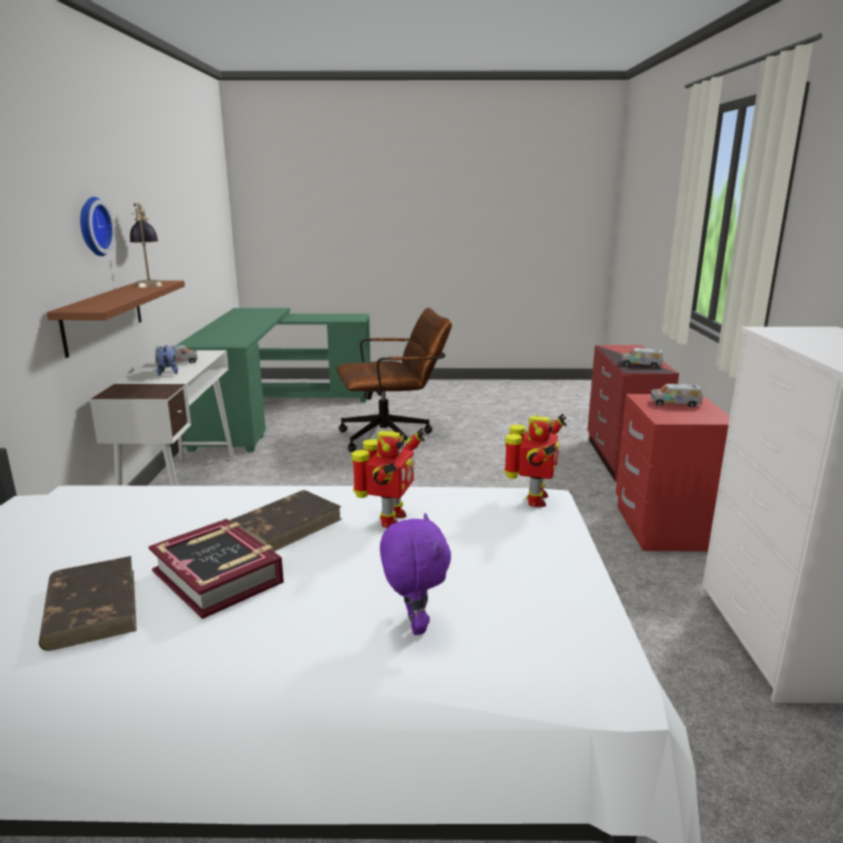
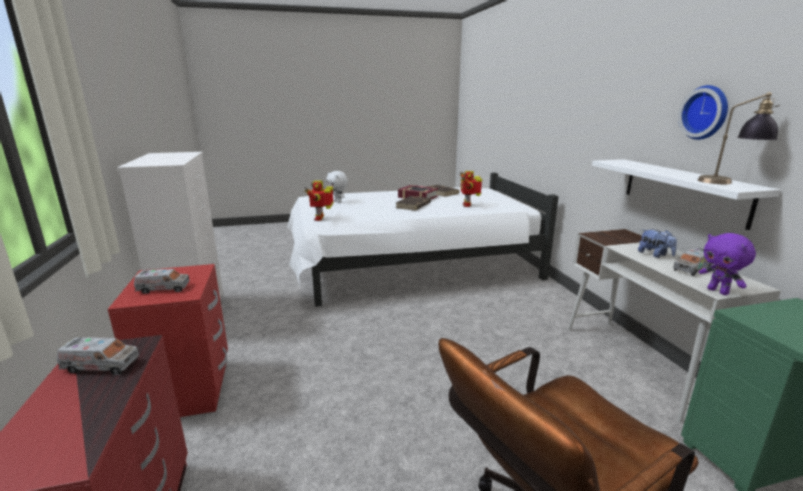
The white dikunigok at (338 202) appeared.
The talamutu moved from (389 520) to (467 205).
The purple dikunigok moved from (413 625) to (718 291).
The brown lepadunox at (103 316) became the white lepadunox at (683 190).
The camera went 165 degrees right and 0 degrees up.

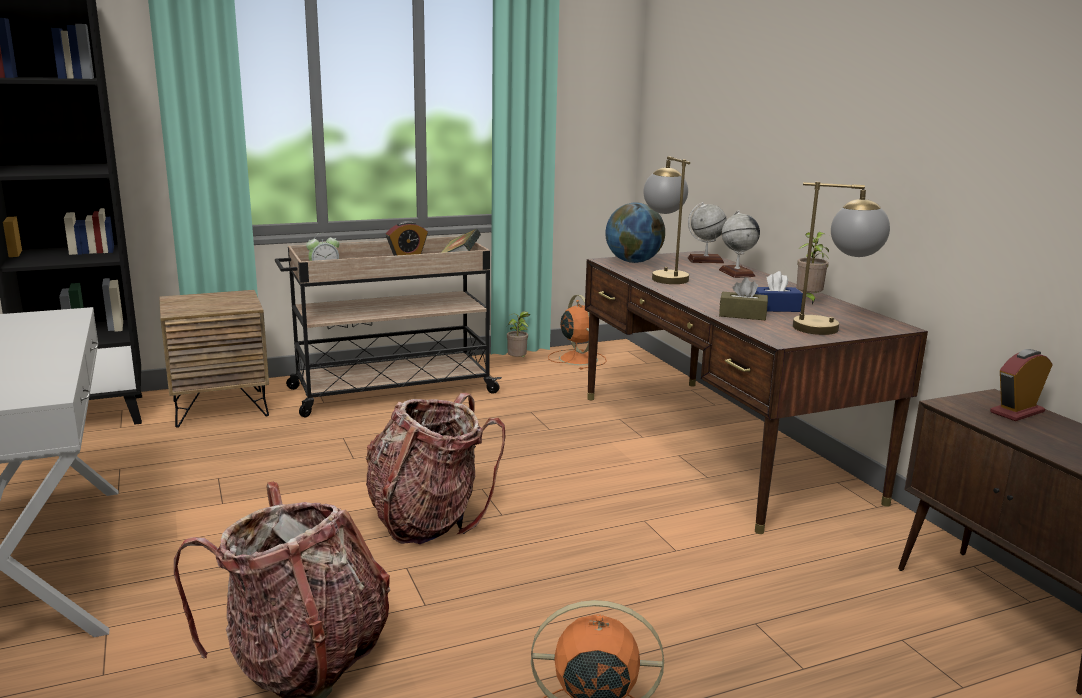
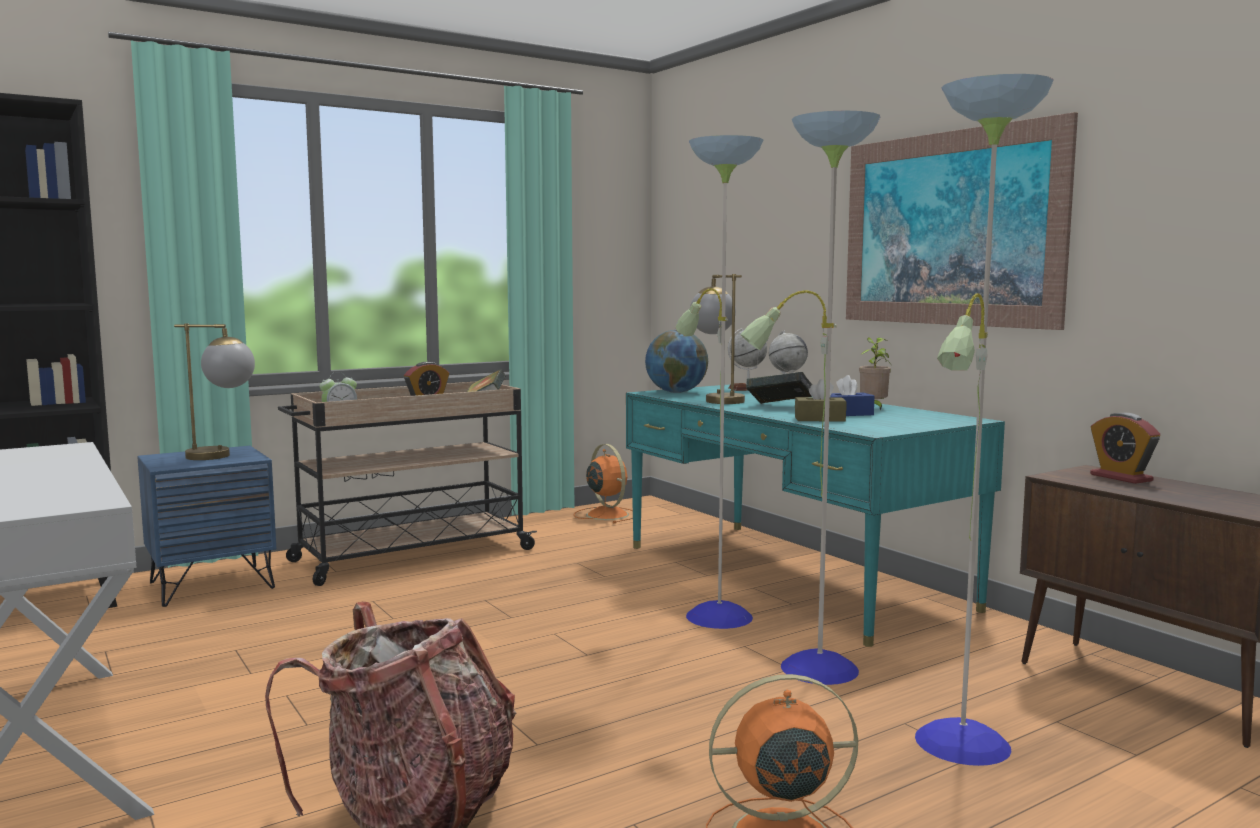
The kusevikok at (427 519) disappeared.
The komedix at (518 361) disappeared.
The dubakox at (814 669) appeared.
The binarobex at (779 406) appeared.
The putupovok at (948 229) appeared.
The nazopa moved from (832 329) to (223 456).
The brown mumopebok at (220 408) became the blue mumopebok at (212 585).
The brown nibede at (719 445) became the turquoise nibede at (790 576).
The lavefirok at (1017 412) turned 75 degrees counterclockwise.
The camera went 10 degrees left and 10 degrees down.

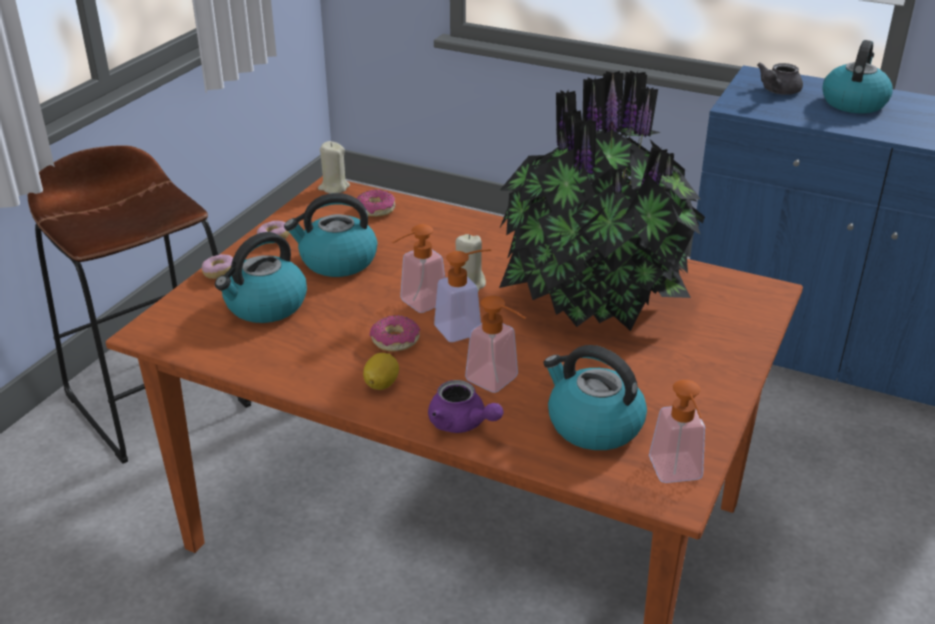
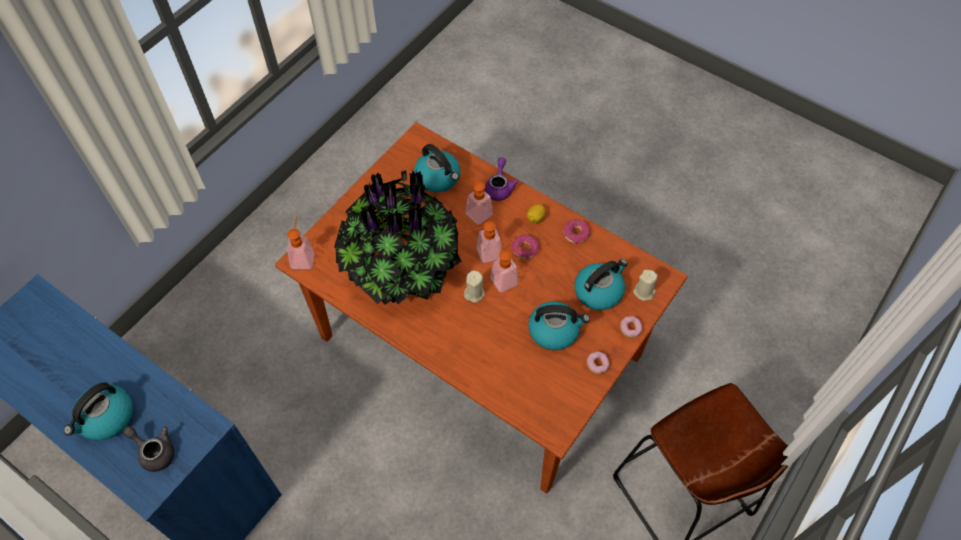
The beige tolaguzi moved from (334 187) to (644 292).
The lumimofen moved from (375 210) to (576 234).
The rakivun moved from (678 475) to (303 256).
The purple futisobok at (462 424) turned 45 degrees clockwise.
The grey futisobok at (777 91) turned 105 degrees counterclockwise.
The camera went 170 degrees left and 25 degrees up.

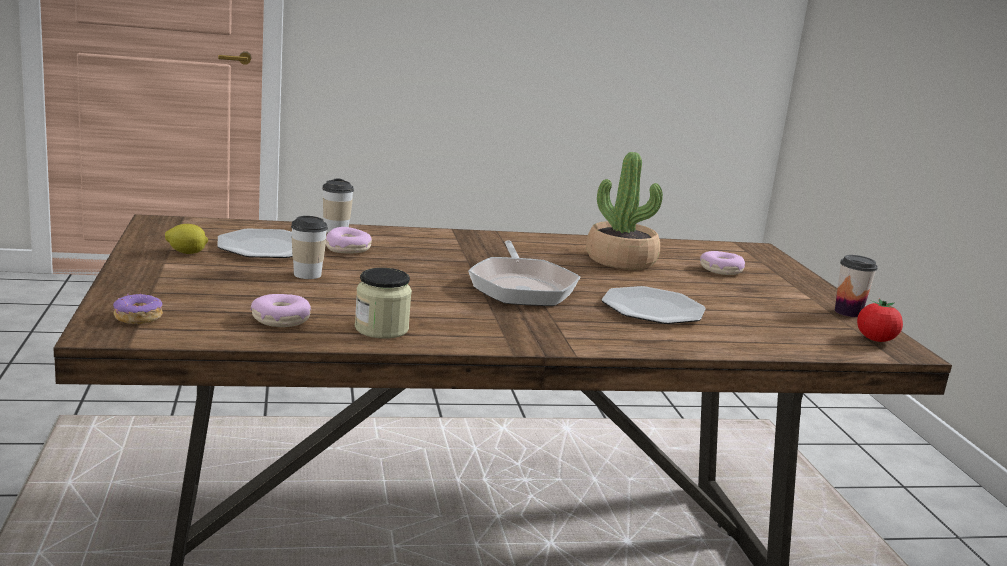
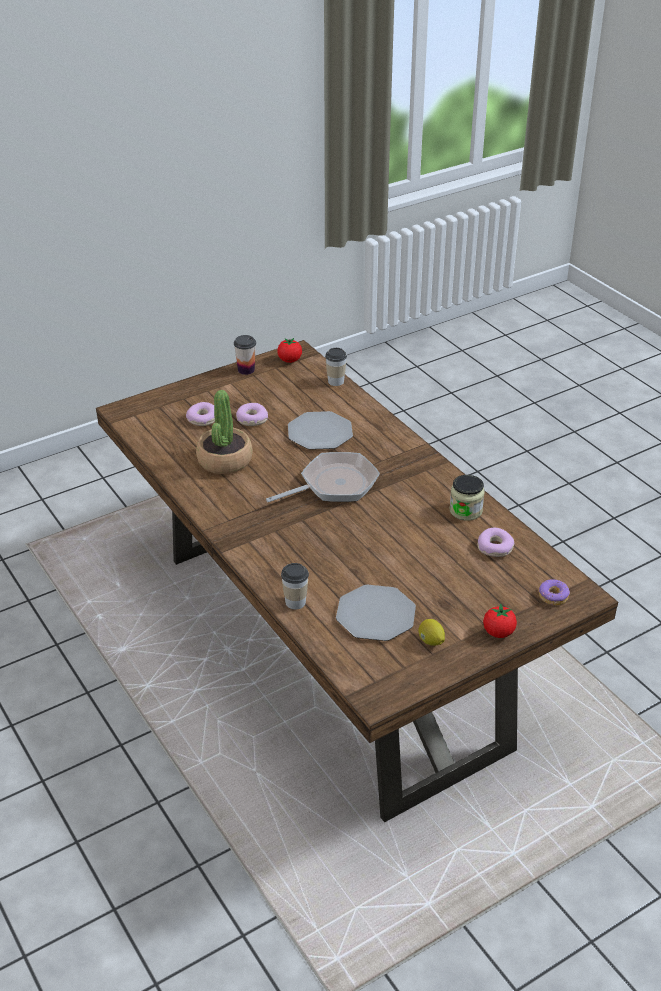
The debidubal at (498 632) appeared.
The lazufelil moved from (307 274) to (336 381).
The lumimofen moved from (348 249) to (251 419).
The camera went 110 degrees left and 20 degrees up.

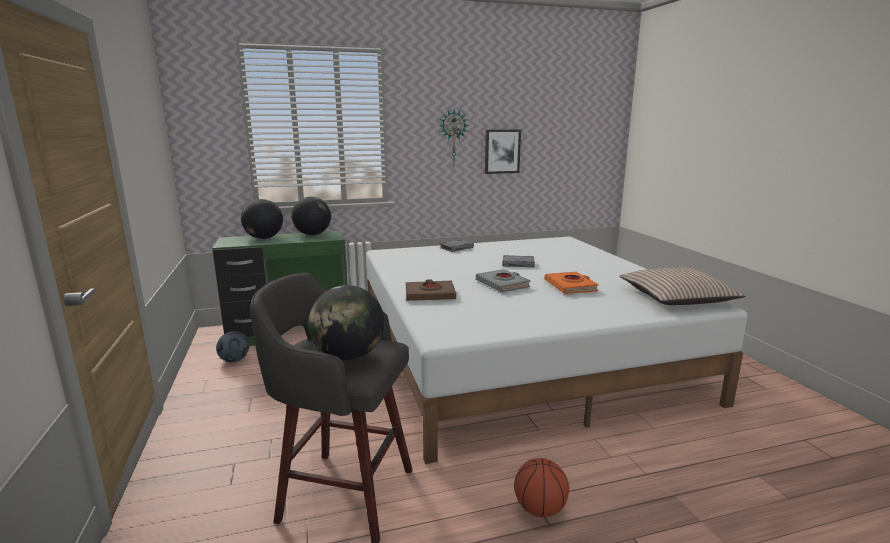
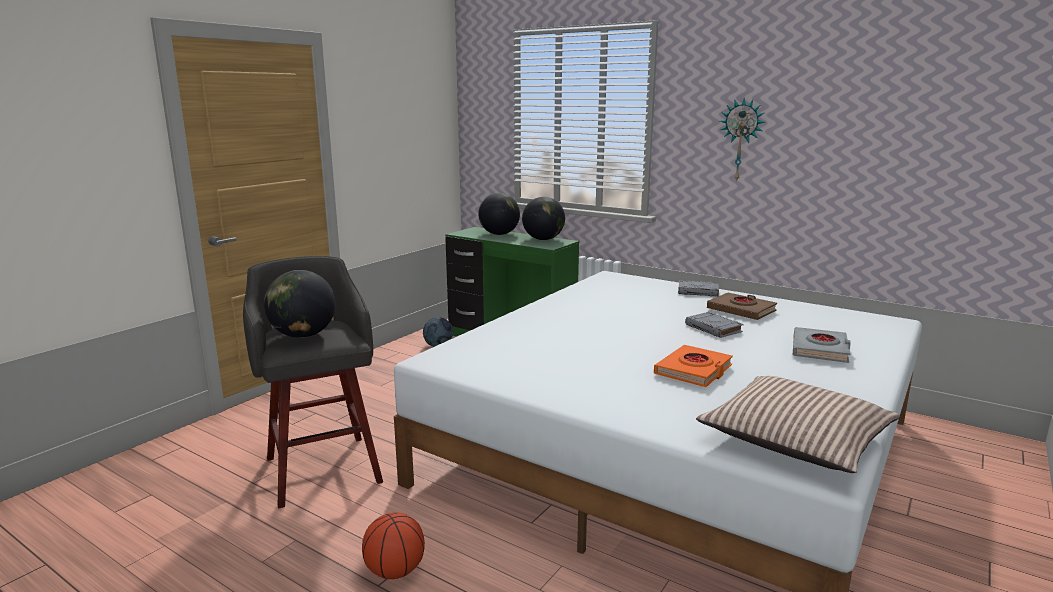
The putupovok at (502 151) disappeared.
The brown binarobex moved from (430 295) to (741 310).
The grey binarobex moved from (502 284) to (820 350).
The camera went 50 degrees right and 0 degrees up.

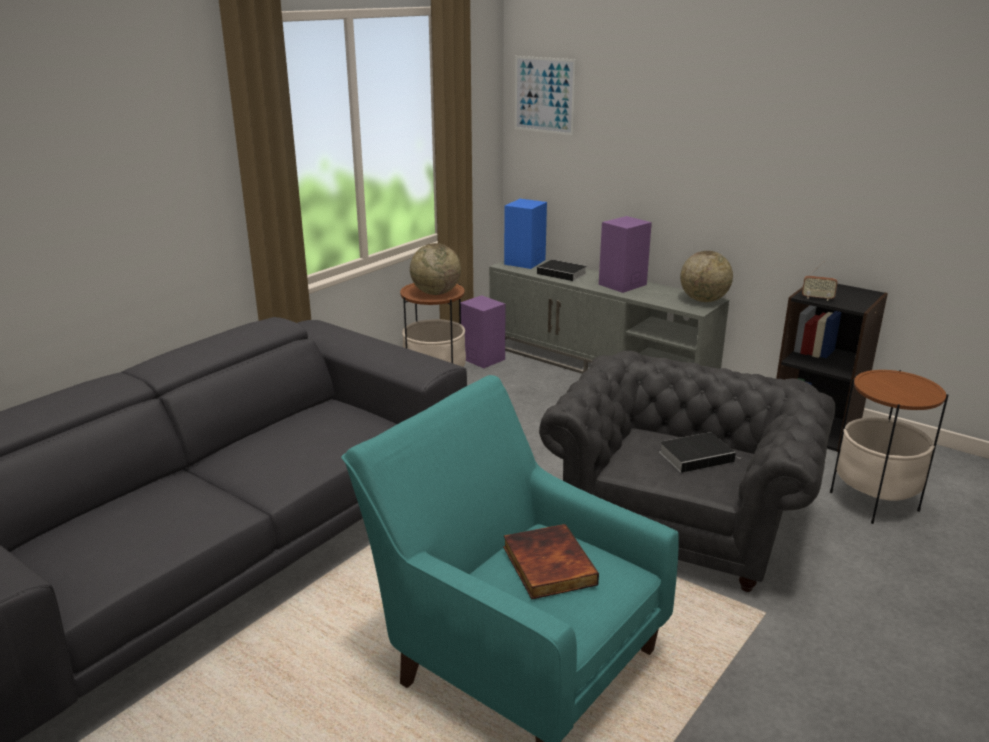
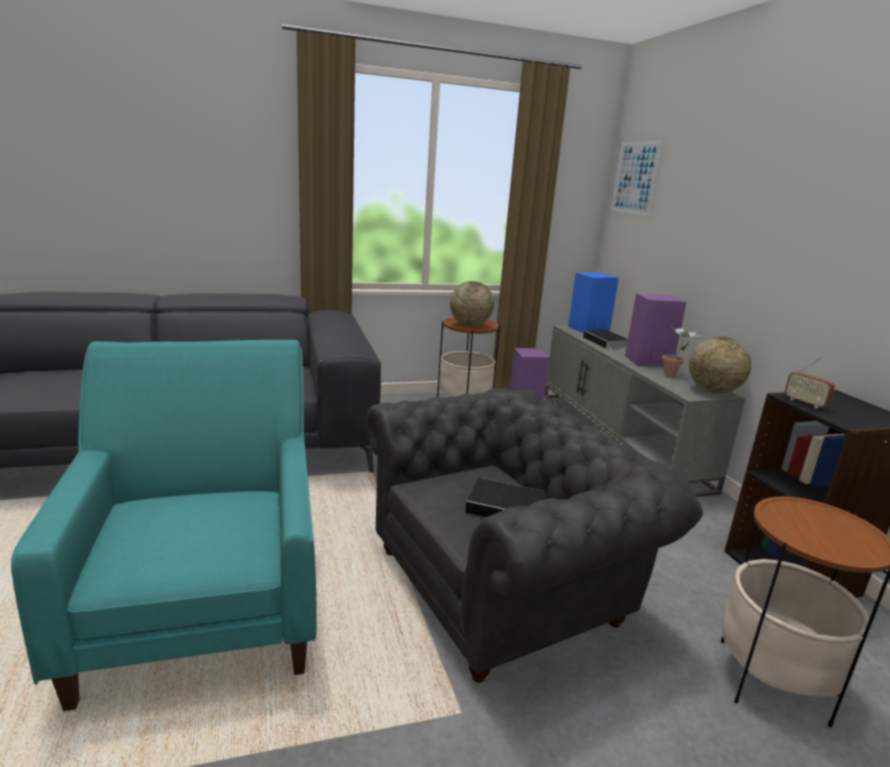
The binarobex at (547 565) disappeared.
The komedix at (674 375) appeared.
The camera went 35 degrees right and 5 degrees down.

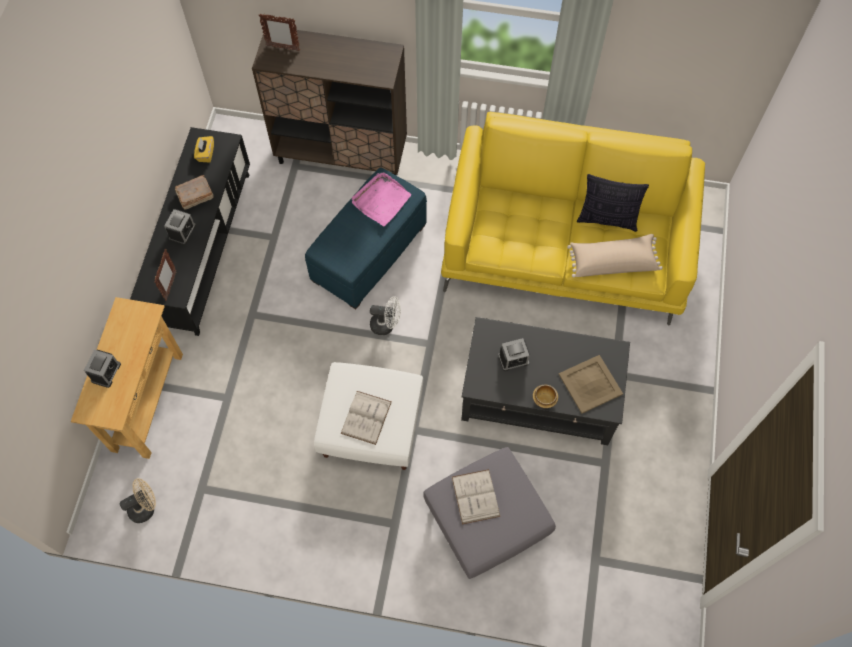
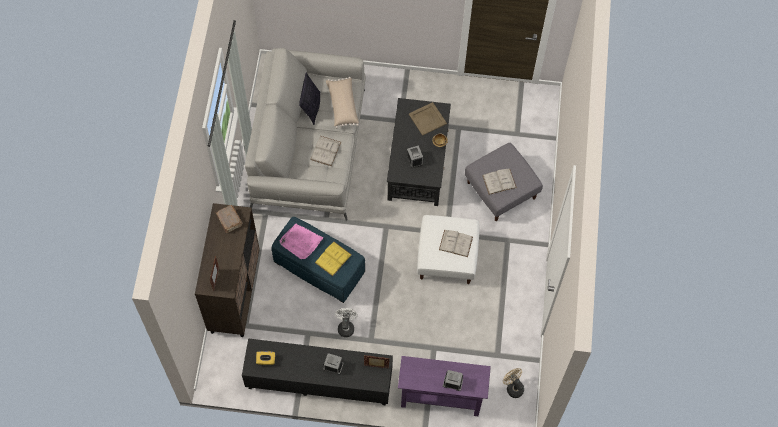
The white binarobex at (325 151) appeared.
The yellow binarobex at (333 258) appeared.
The brown binarobex moved from (195 196) to (229 221).
The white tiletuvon moved from (386 325) to (346 326).
The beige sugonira at (147 401) became the purple sugonira at (440 399).
The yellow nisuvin at (566 247) became the grey nisuvin at (309 147).
The camera went 95 degrees left and 0 degrees up.

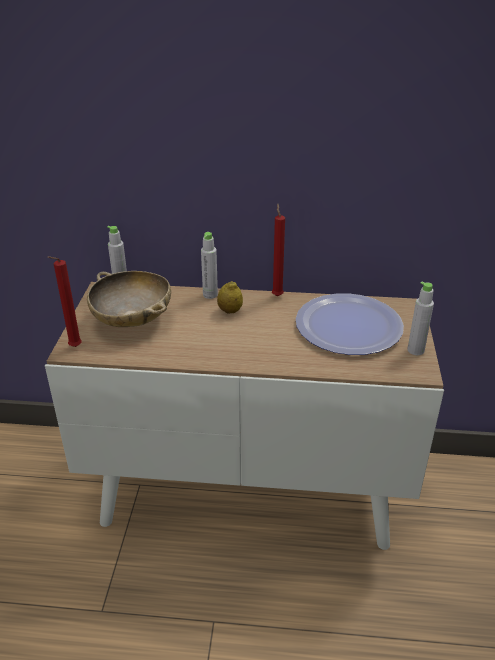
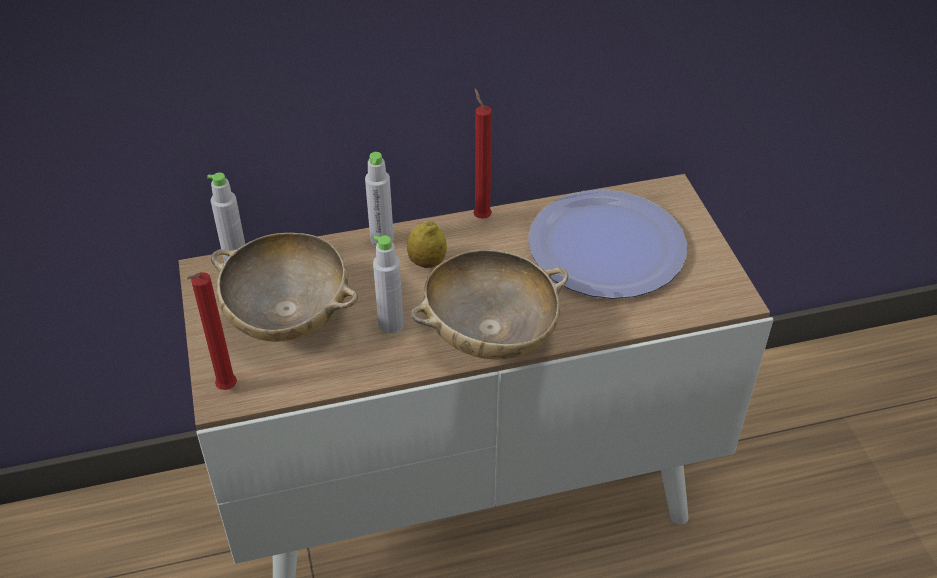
The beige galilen at (490 333) appeared.
The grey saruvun moved from (415 350) to (391 324).
The camera went 20 degrees left and 10 degrees up.

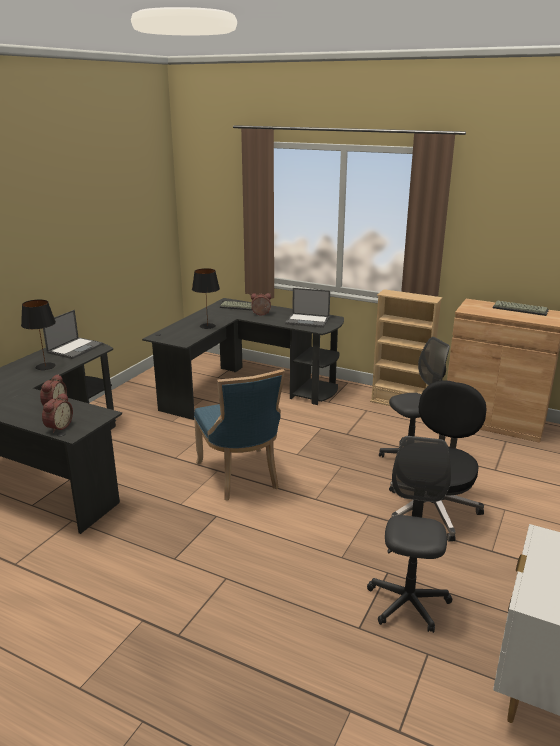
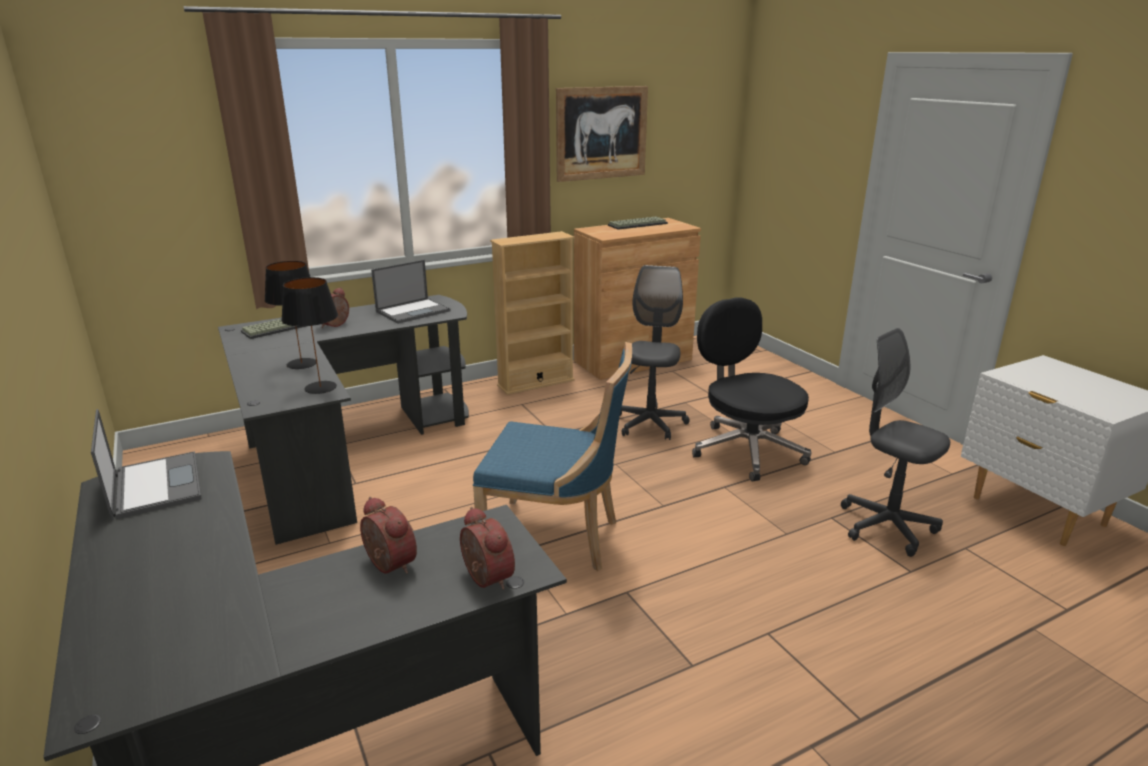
The putupovok at (601 133) appeared.
The black nazopa moved from (46 366) to (320 387).
The camera went 55 degrees left and 0 degrees up.

